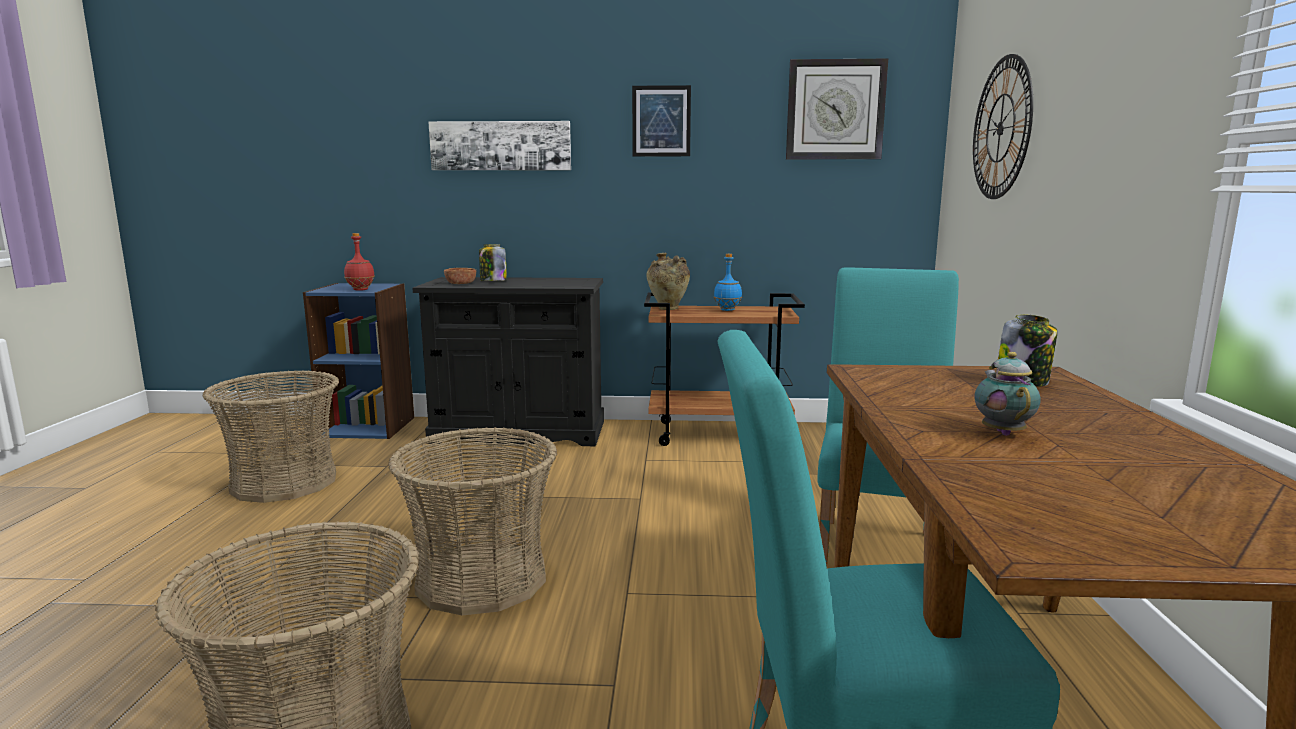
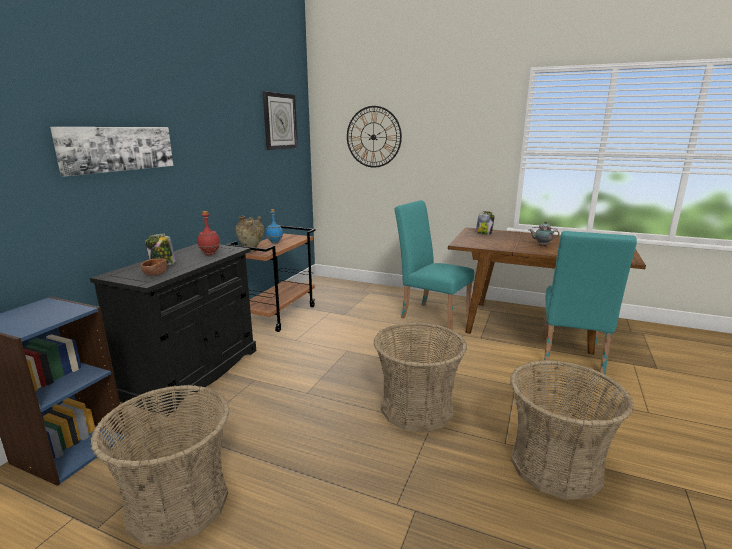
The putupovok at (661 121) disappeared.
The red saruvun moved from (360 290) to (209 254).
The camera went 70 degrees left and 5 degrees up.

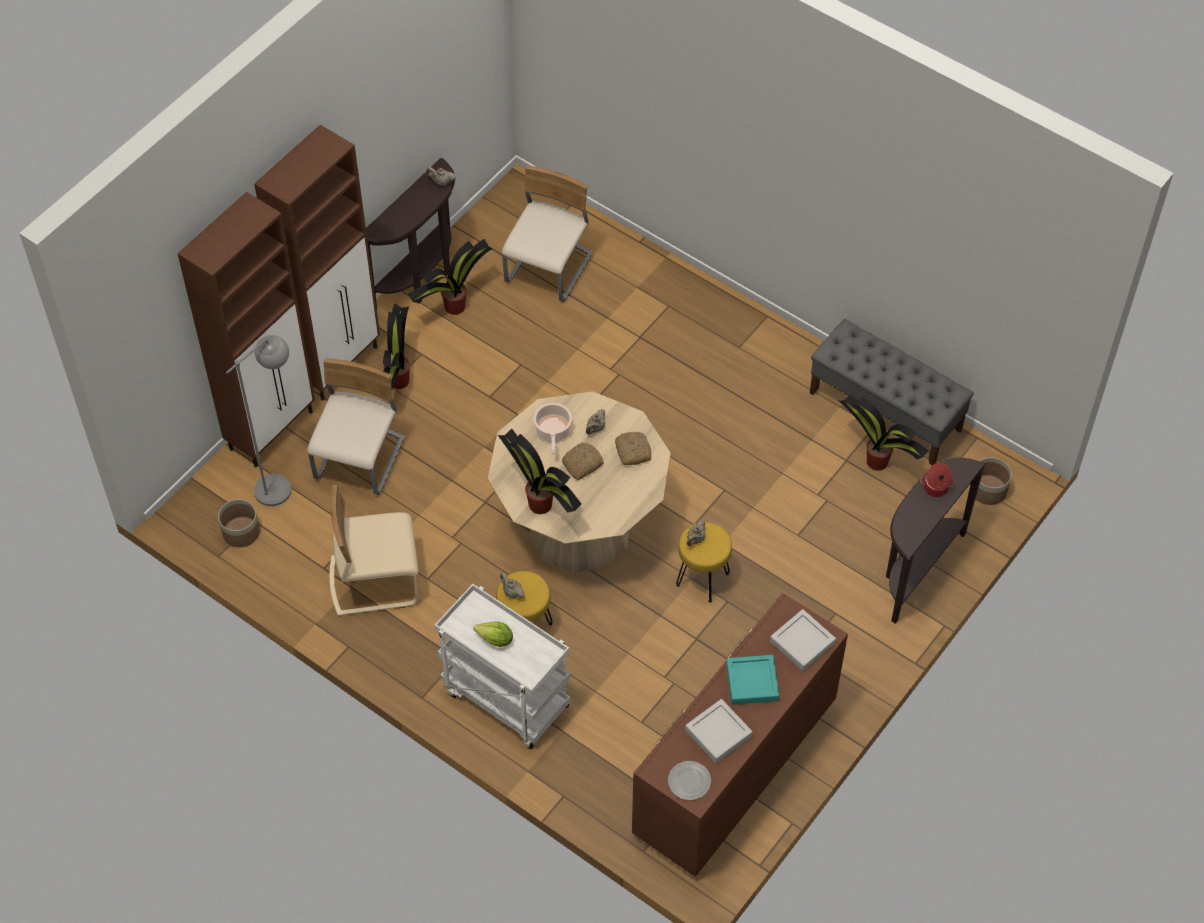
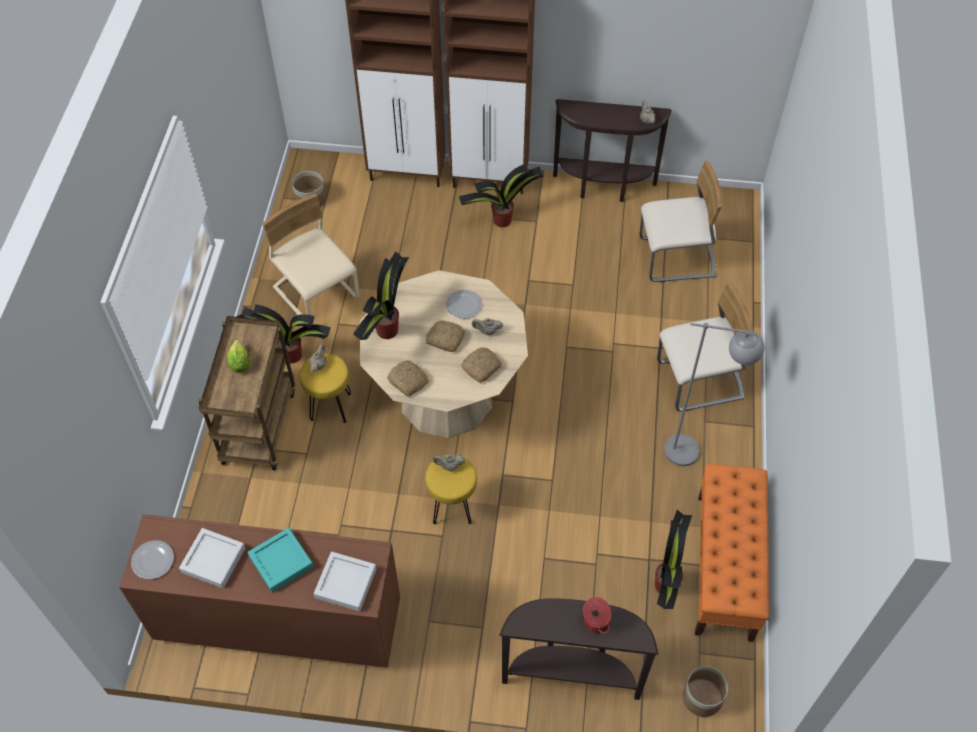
The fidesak at (408 381) appeared.
The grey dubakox moved from (282 482) to (694 452).
The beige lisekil moved from (360 460) to (699 381).
The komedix moved from (453 307) to (290 355).
The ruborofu at (553 432) was replaced by the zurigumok at (463 305).
The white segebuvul at (504 699) became the brown segebuvul at (258 425).
The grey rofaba at (885 411) became the orange rofaba at (724 567).
The camera went 60 degrees right and 0 degrees up.

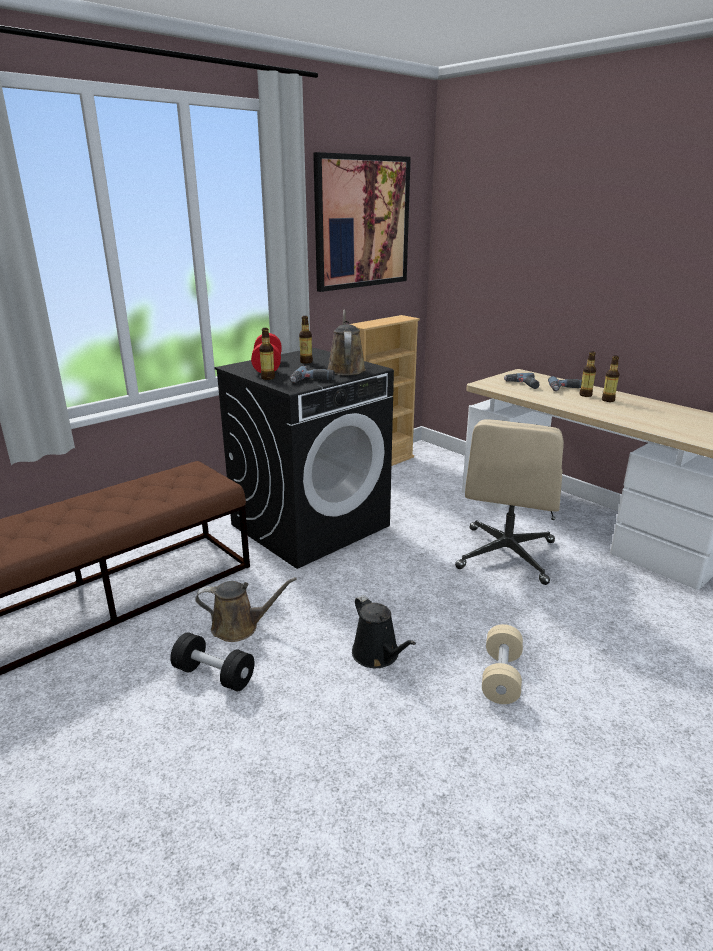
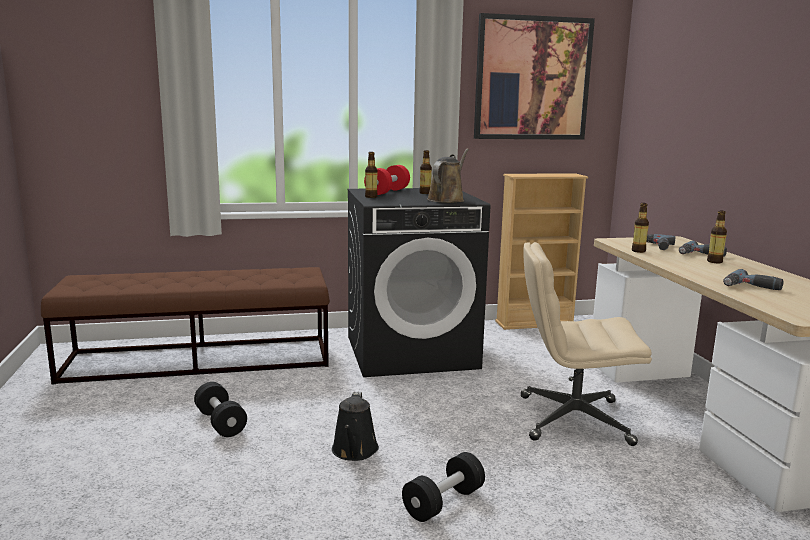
The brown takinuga at (239 627) disappeared.
The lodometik moved from (312 381) to (751 287).
The saruvun moved from (608 400) to (638 251).
The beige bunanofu at (501 676) became the black bunanofu at (443 502).
The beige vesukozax at (506 556) turned 45 degrees clockwise.
The camera went 30 degrees right and 10 degrees down.

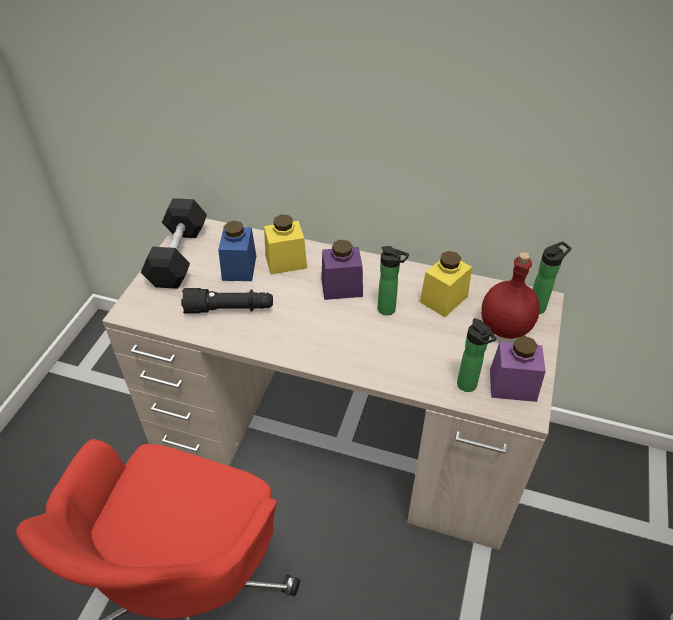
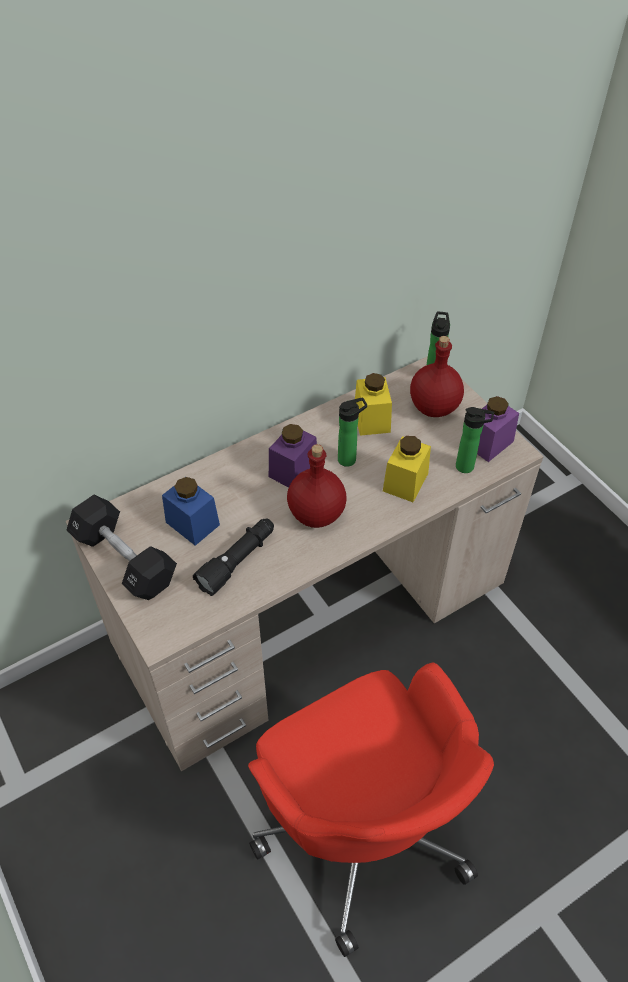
The red saruvun at (317 515) appeared.
The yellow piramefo moved from (286 261) to (405 482).
The camera went 50 degrees left and 5 degrees up.

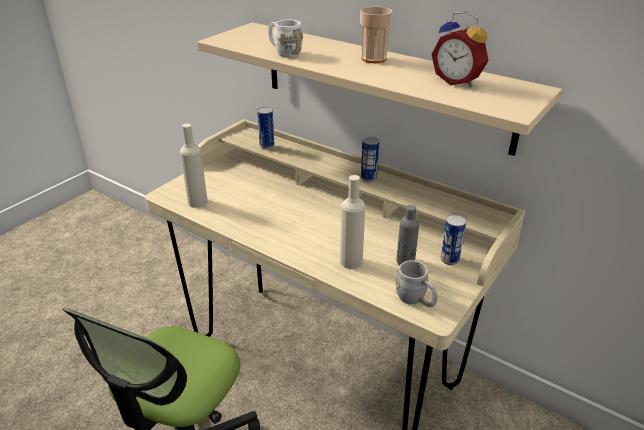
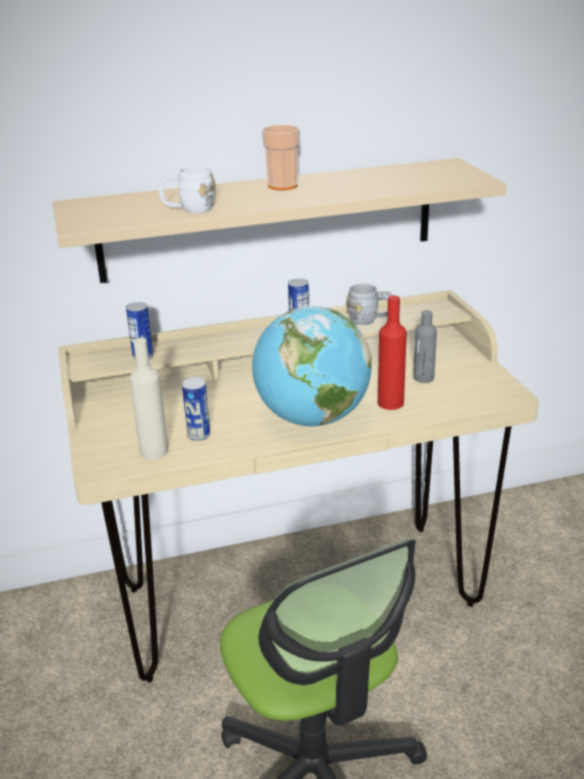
The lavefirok at (458 81) disappeared.
The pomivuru at (312 419) appeared.
The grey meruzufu moved from (415 300) to (369 320).
The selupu moved from (449 259) to (198 435).
The beige saruvun at (351 261) became the red saruvun at (390 403).
The camera went 50 degrees left and 5 degrees down.

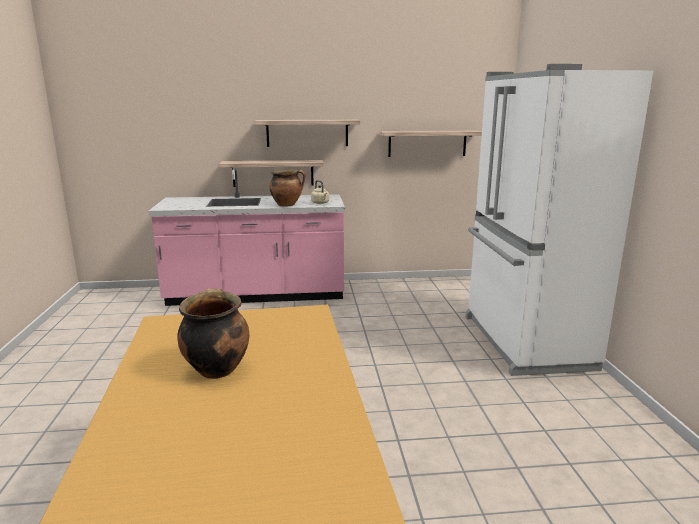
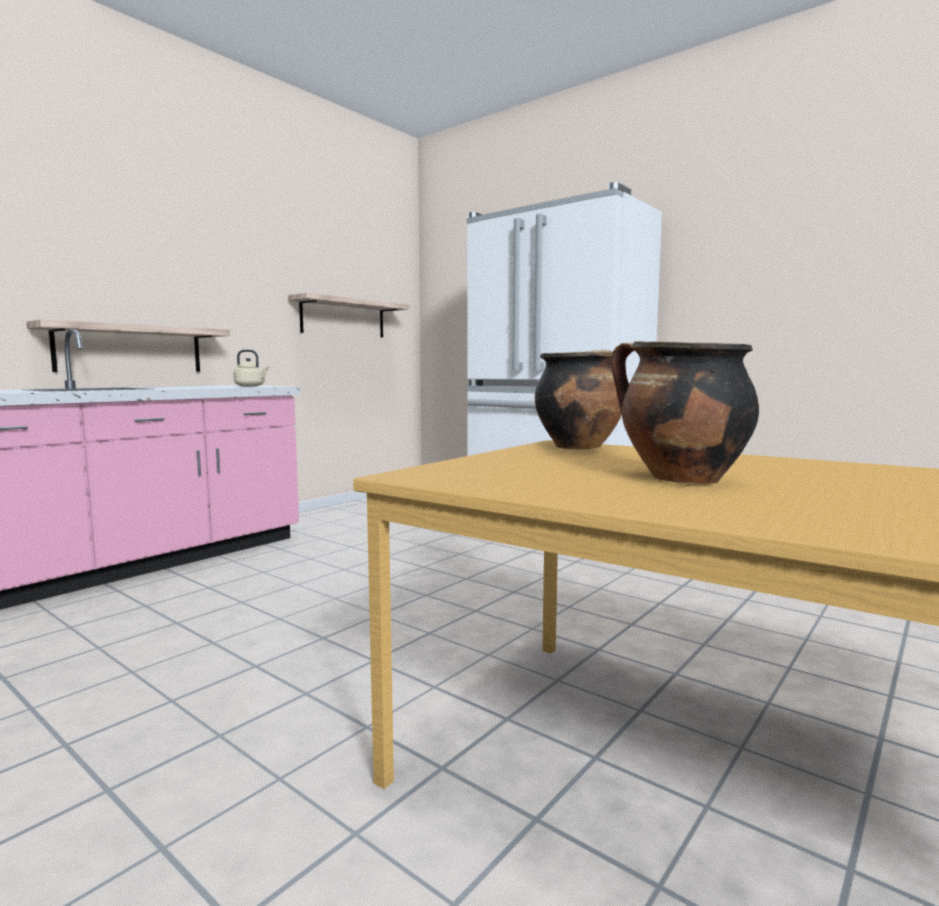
The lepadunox at (307 133) disappeared.
The ruborofu moved from (287 205) to (579 446).
The camera went 45 degrees left and 10 degrees down.

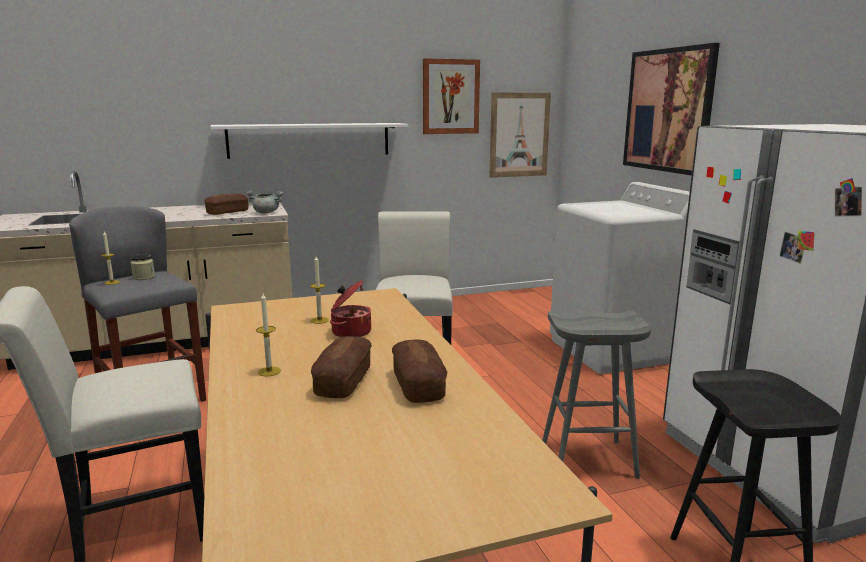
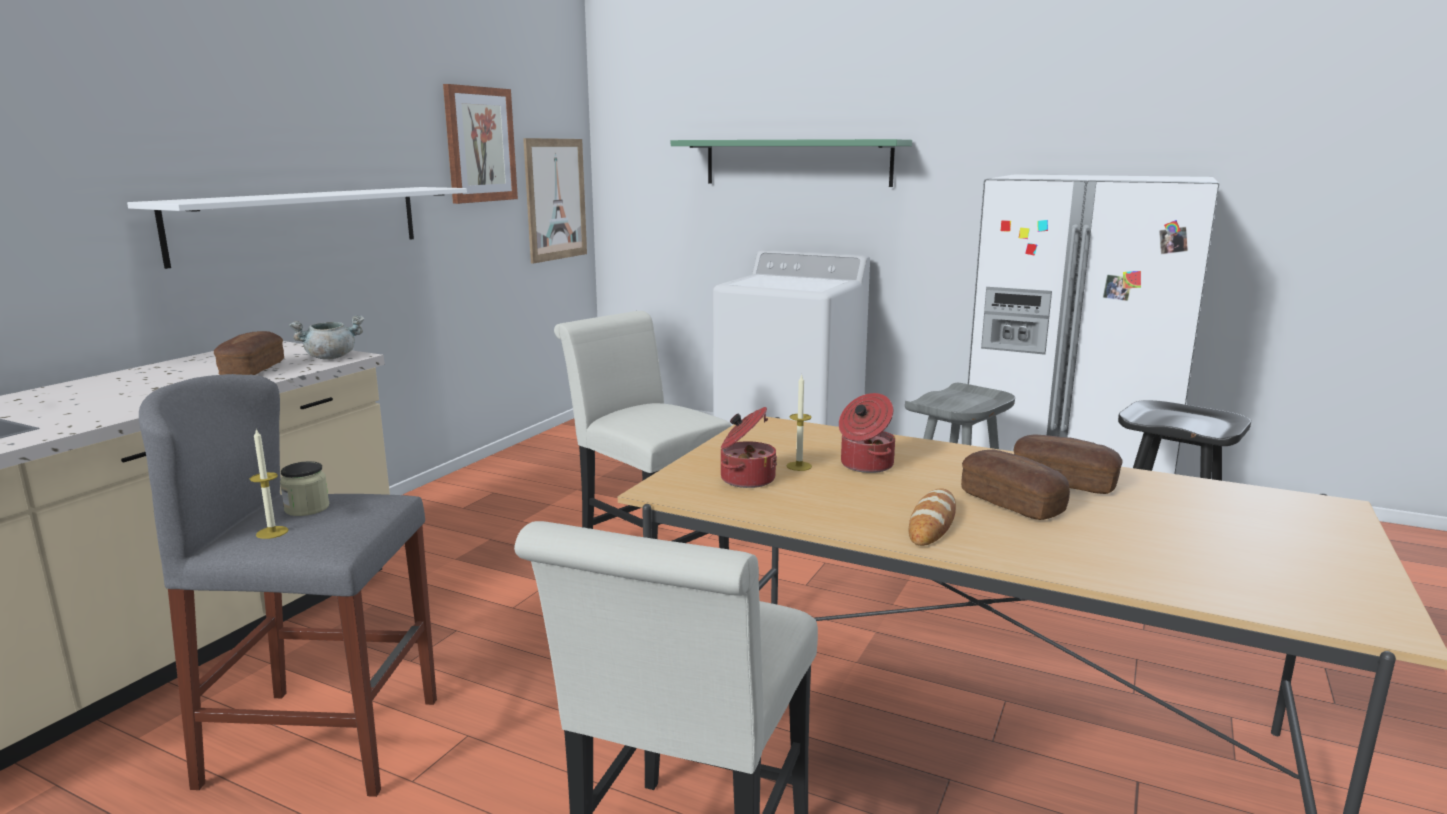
The ruborofu at (746 479) appeared.
The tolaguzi at (269 371) was replaced by the fidesak at (932 523).
The putupovok at (668 110) was replaced by the green lepadunox at (797 162).
The camera went 45 degrees left and 0 degrees up.

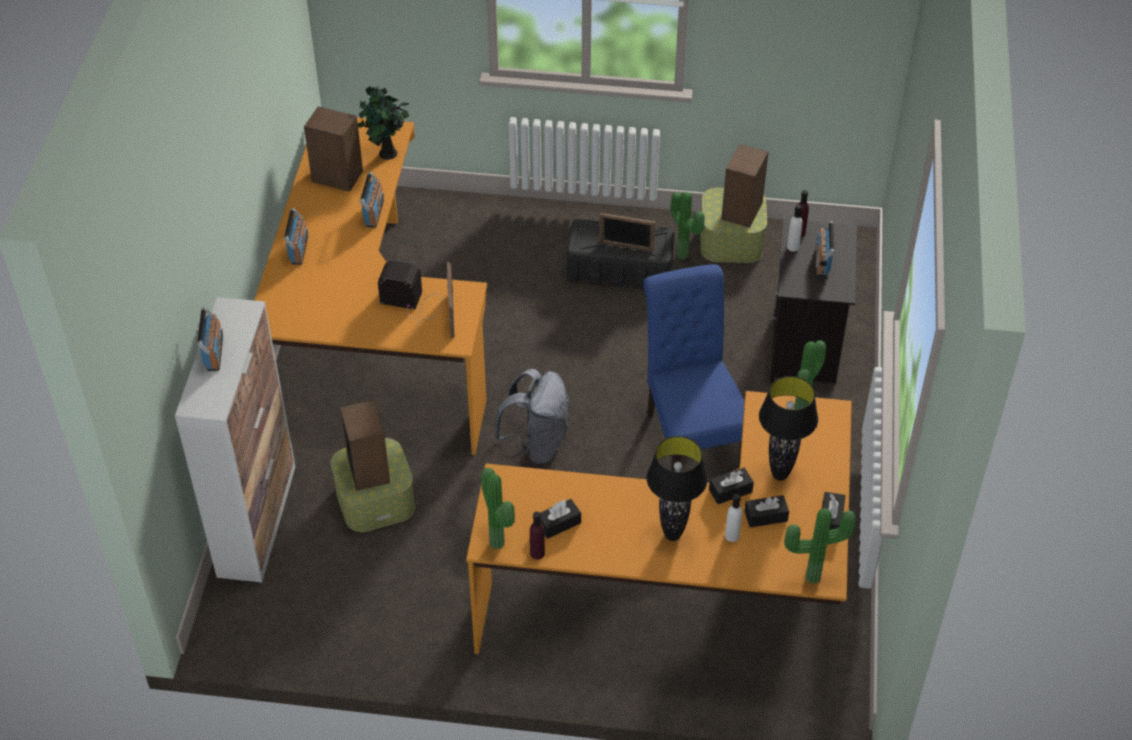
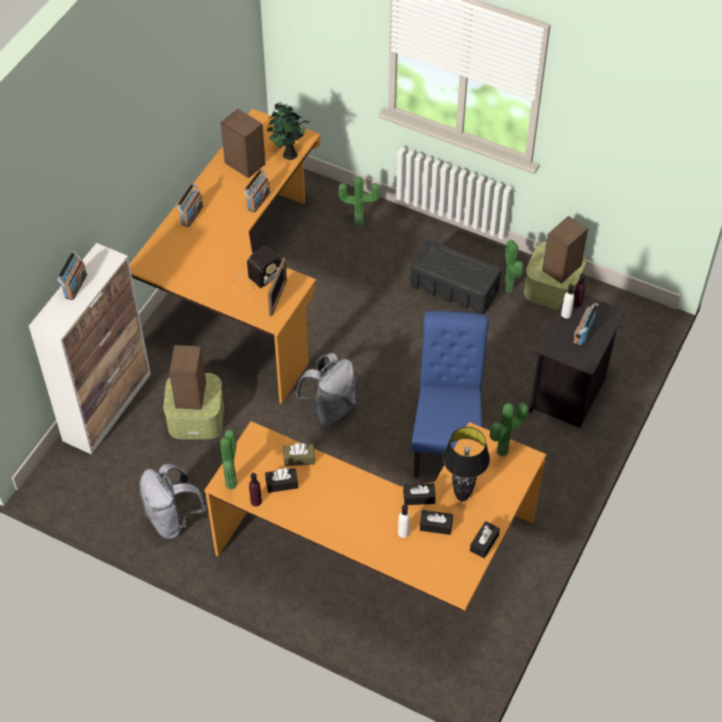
The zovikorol at (626 246) disappeared.
The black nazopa at (672 535) disappeared.
The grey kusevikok at (172 519) appeared.
The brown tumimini at (299 458) appeared.
The komedix moved from (811 575) to (359 222).
The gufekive at (413 302) turned 105 degrees clockwise.
The camera went 20 degrees right and 5 degrees up.

